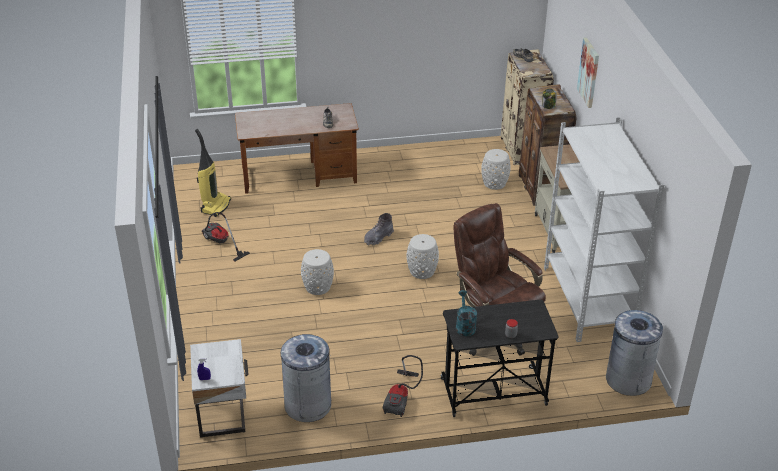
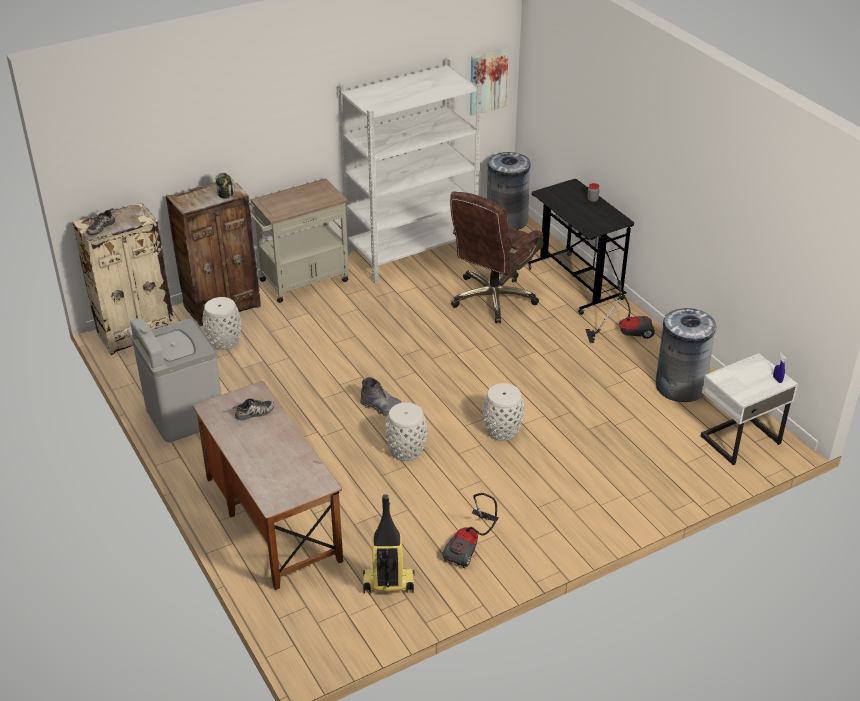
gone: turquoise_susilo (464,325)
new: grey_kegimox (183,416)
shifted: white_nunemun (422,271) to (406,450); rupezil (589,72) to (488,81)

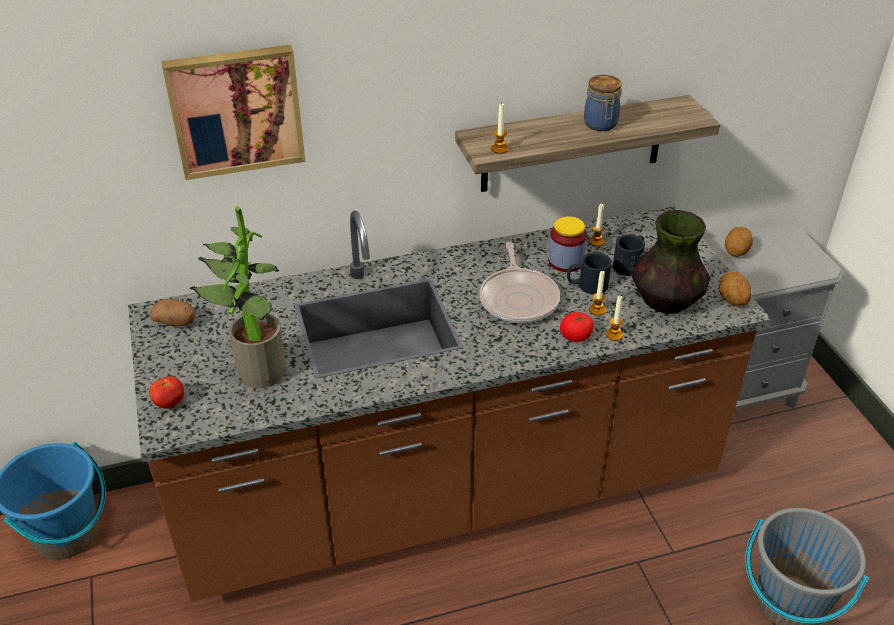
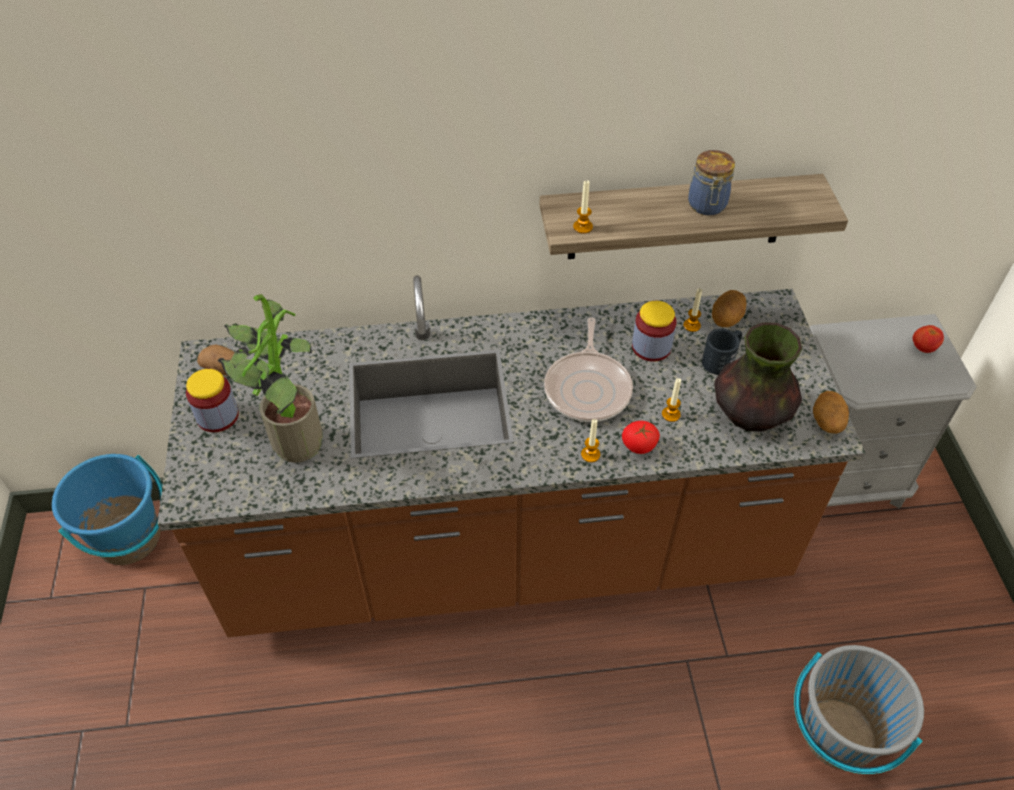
gone: rupezil (235,110); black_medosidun (586,286)
new: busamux (217,416)
shifted: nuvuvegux (169,403) to (923,348); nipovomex (614,335) to (590,454); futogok (736,252) to (726,319)

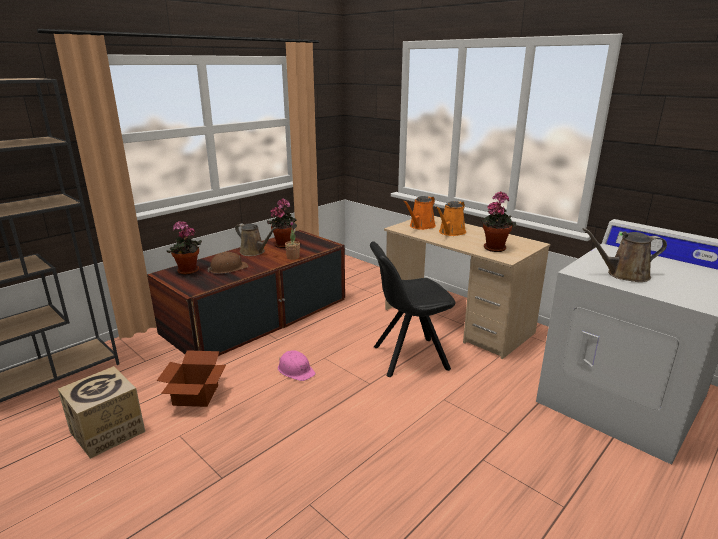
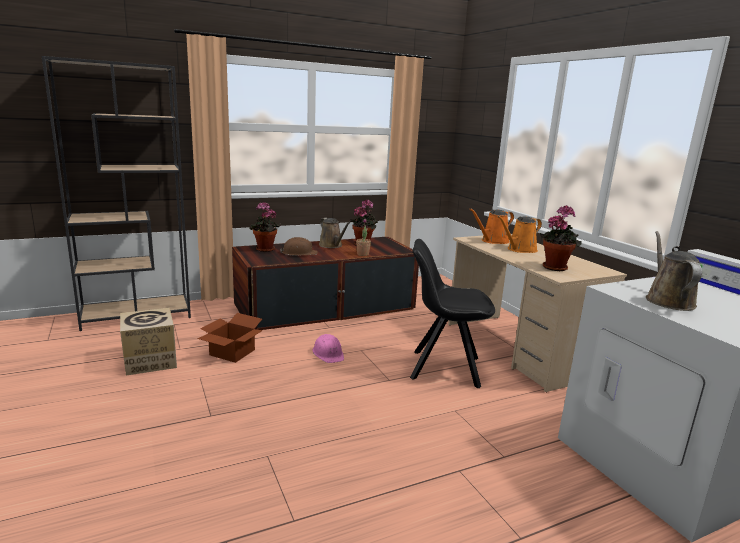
rotated: brown_susilo (624,275) = (667,300) 75 degrees clockwise

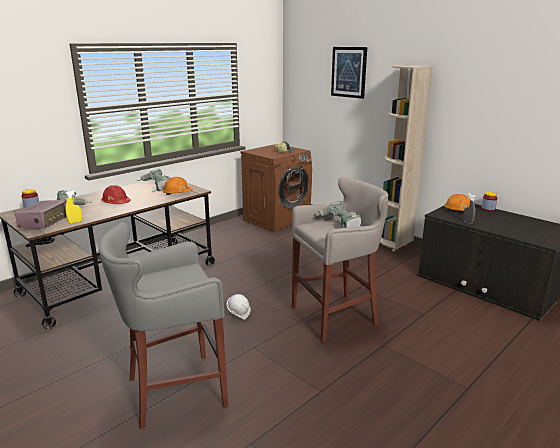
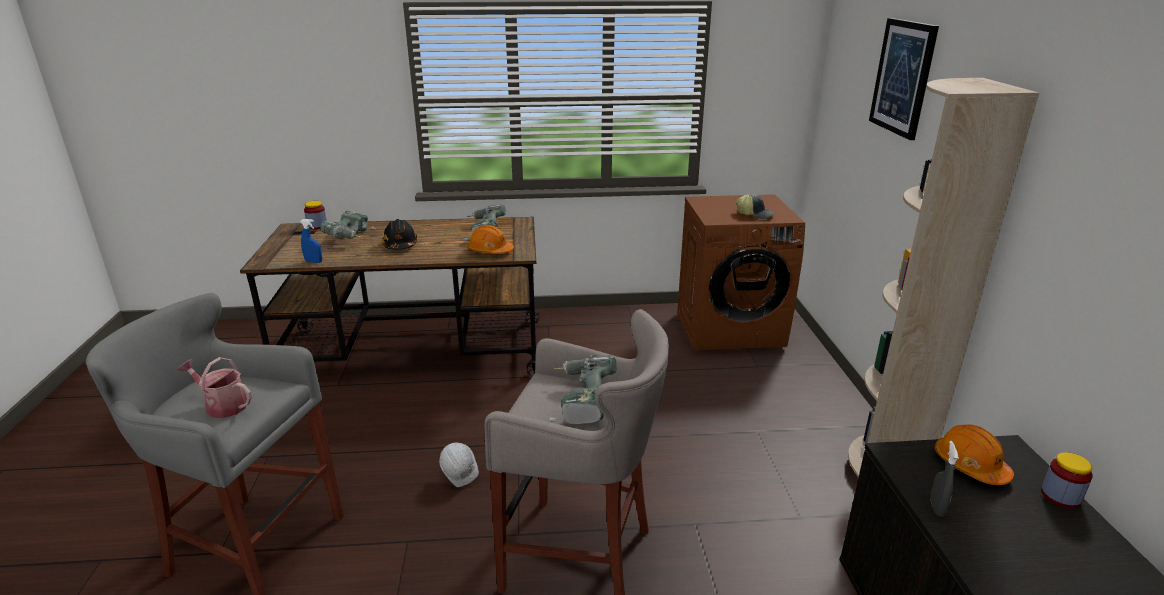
gone: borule (44,223)
new: susilo (222,405)
repainted: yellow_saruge (75,222) to blue_saruge (313,262); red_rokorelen (116,203) to black_rokorelen (400,245)

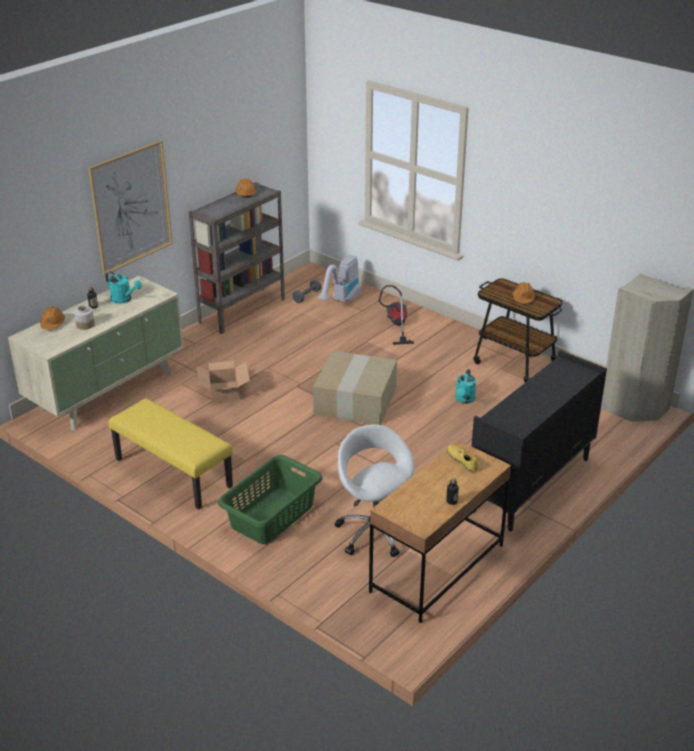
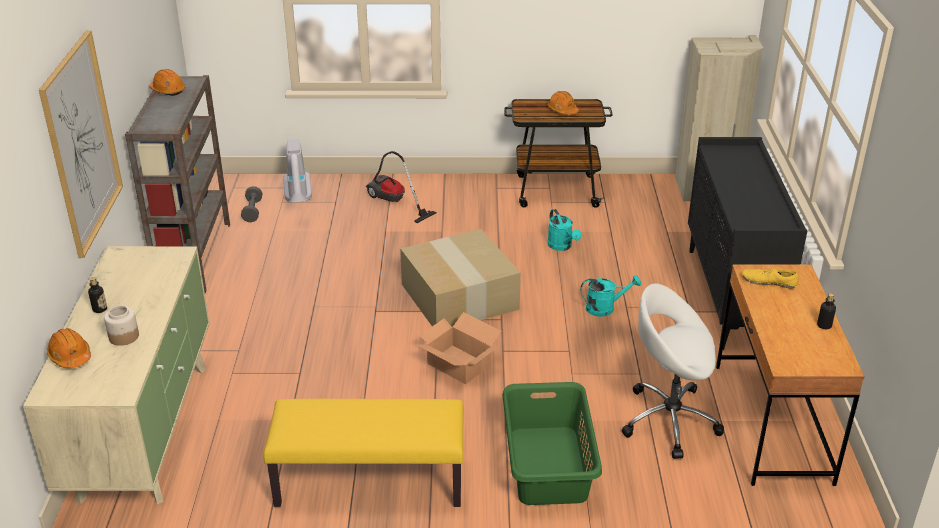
shifted: turquoise_susilo (124,299) to (605,308); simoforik (223,392) to (459,365)

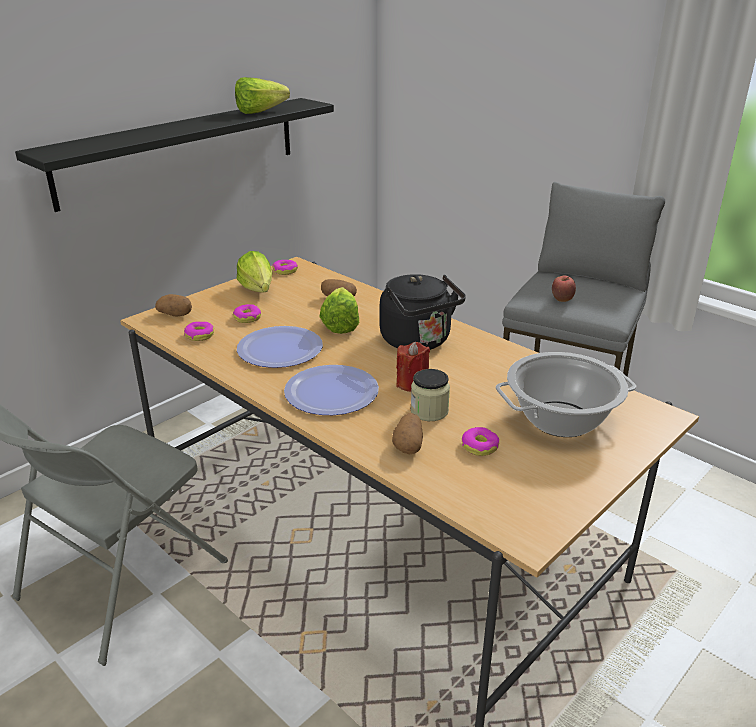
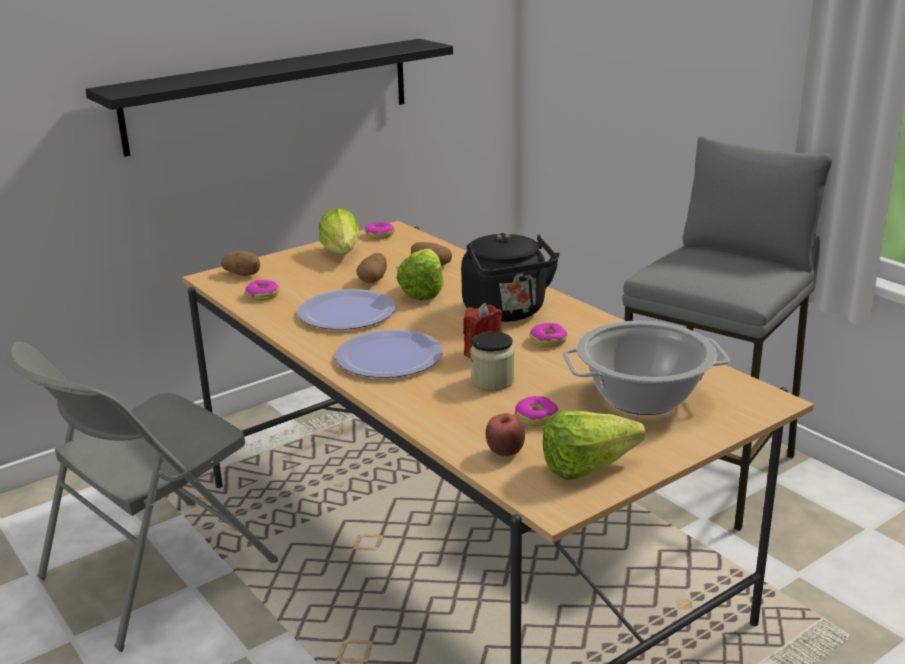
shifted: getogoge (247,318) to (548,341); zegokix (265,112) to (595,467); futogok (408,445) to (373,280); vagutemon (562,300) to (505,453)

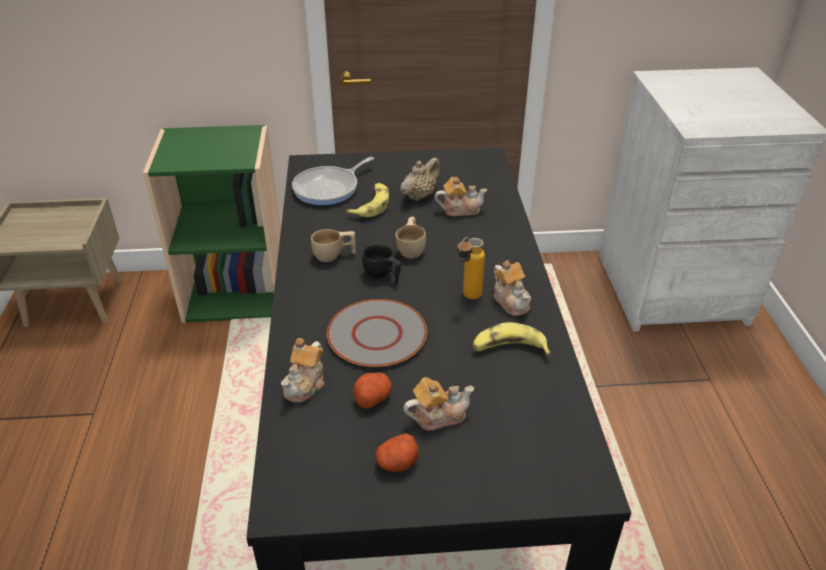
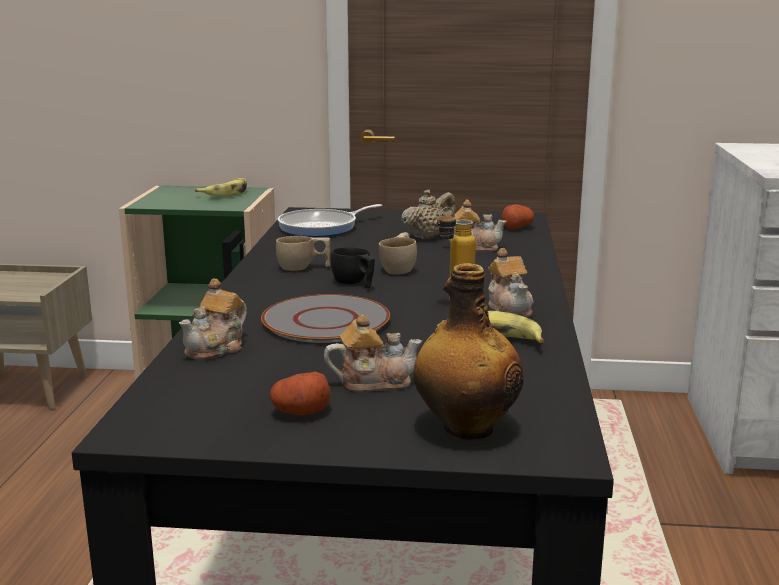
new: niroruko (466,428)
shifted: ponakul (371,205) to (226,193); futogok (372,397) to (517,227)

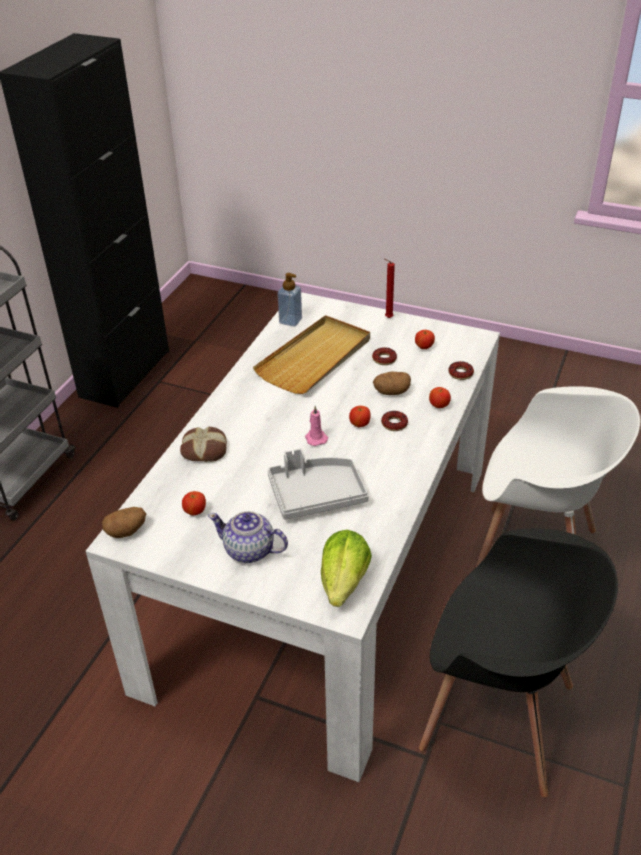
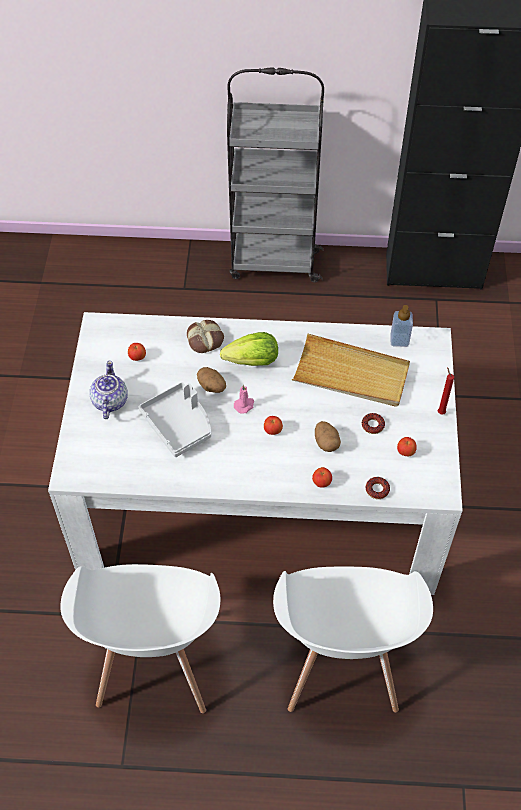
gone: getogoge (394,424)
shifted: futogok (126,531) to (212,386); zegokix (344,582) to (253,361)
repainted: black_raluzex (499,719) to white_raluzex (156,661)

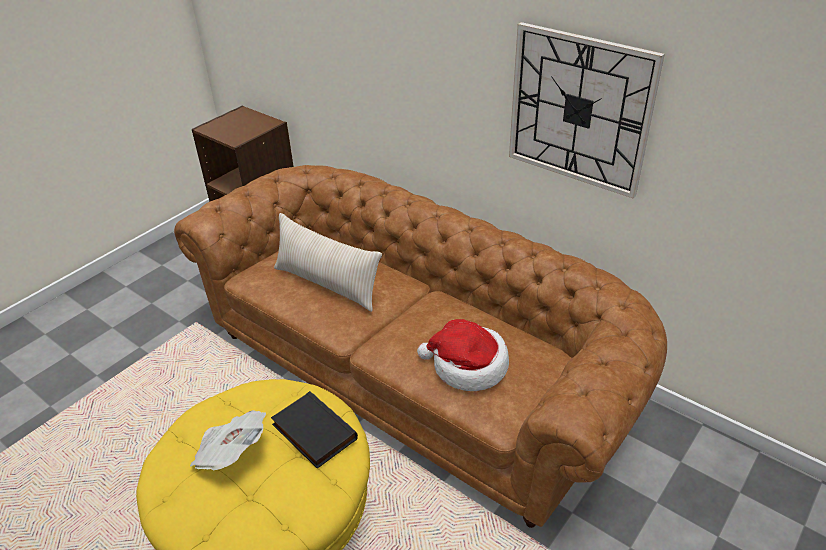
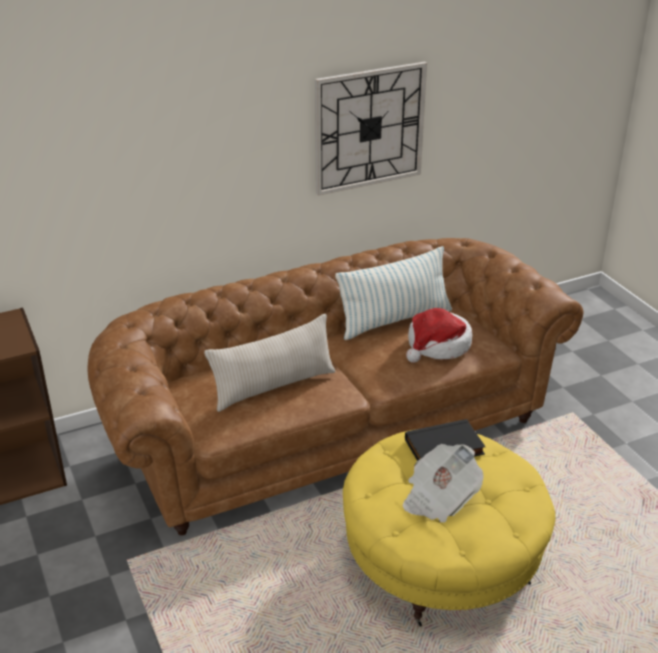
new: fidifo (394,320)

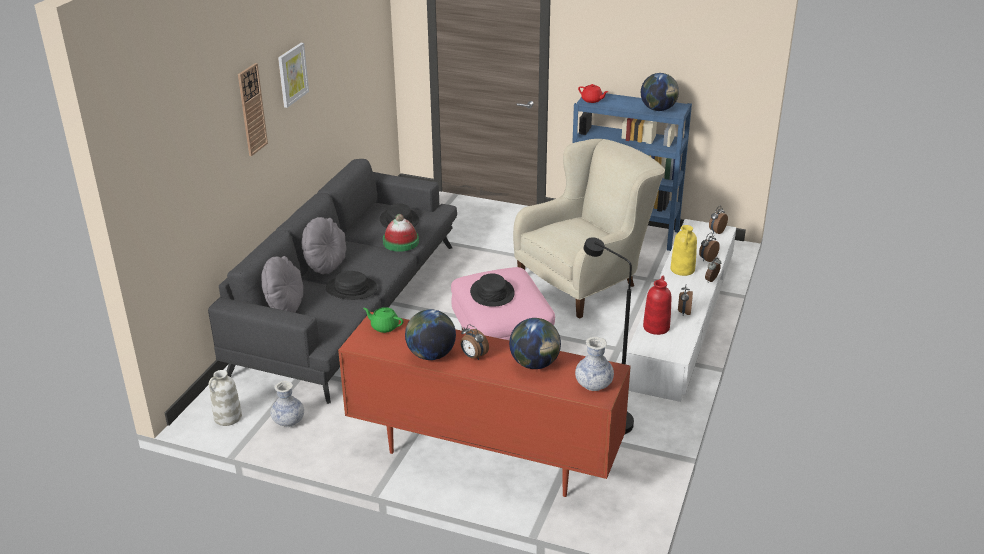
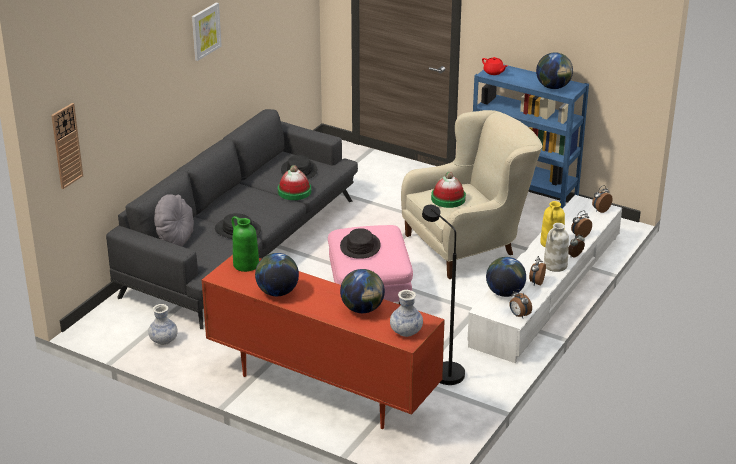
gone: grey_fidifo (326,267)
new: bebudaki (448,199)
shifted: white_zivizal (227,417) to (555,265); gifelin (252,109) to (66,146); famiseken (473,356) to (519,315)
swapped: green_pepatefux (384,327) to green_zivizal (245,264); red_zivizal (656,327) to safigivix (504,293)

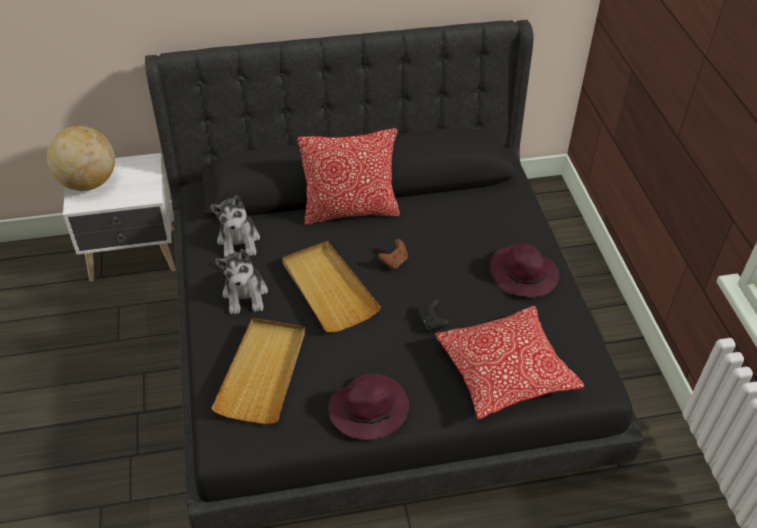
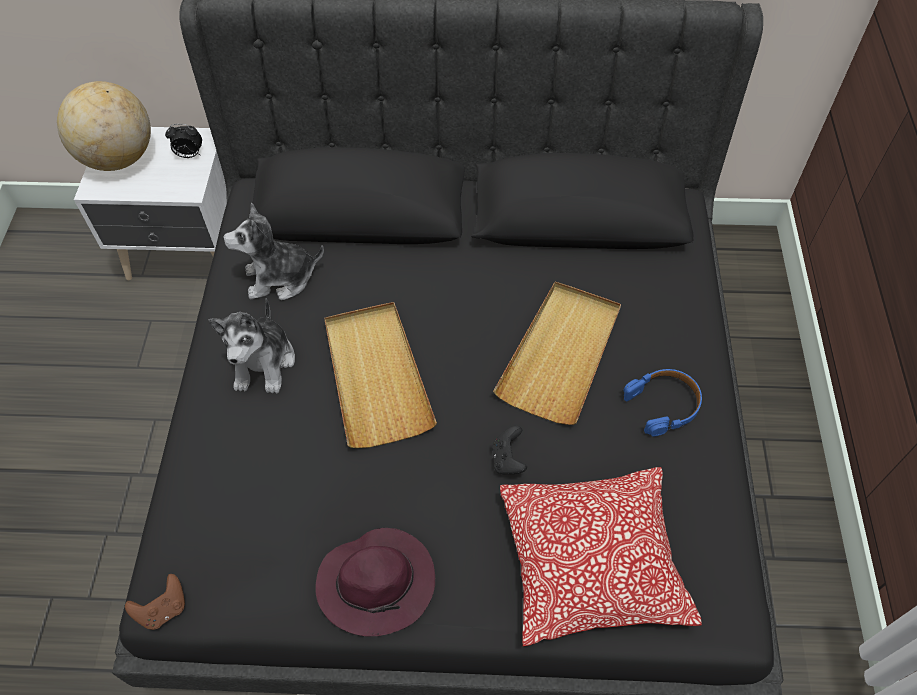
gone: fidifo (350,211)
new: famiseken (189,155)
shifted: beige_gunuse (263,372) to (561,354); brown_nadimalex (394,262) to (163,609)
swapped: purple_bebudaki (524,275) to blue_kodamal (663,404)
rotated: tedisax (239,241) = (280,278) 75 degrees clockwise

